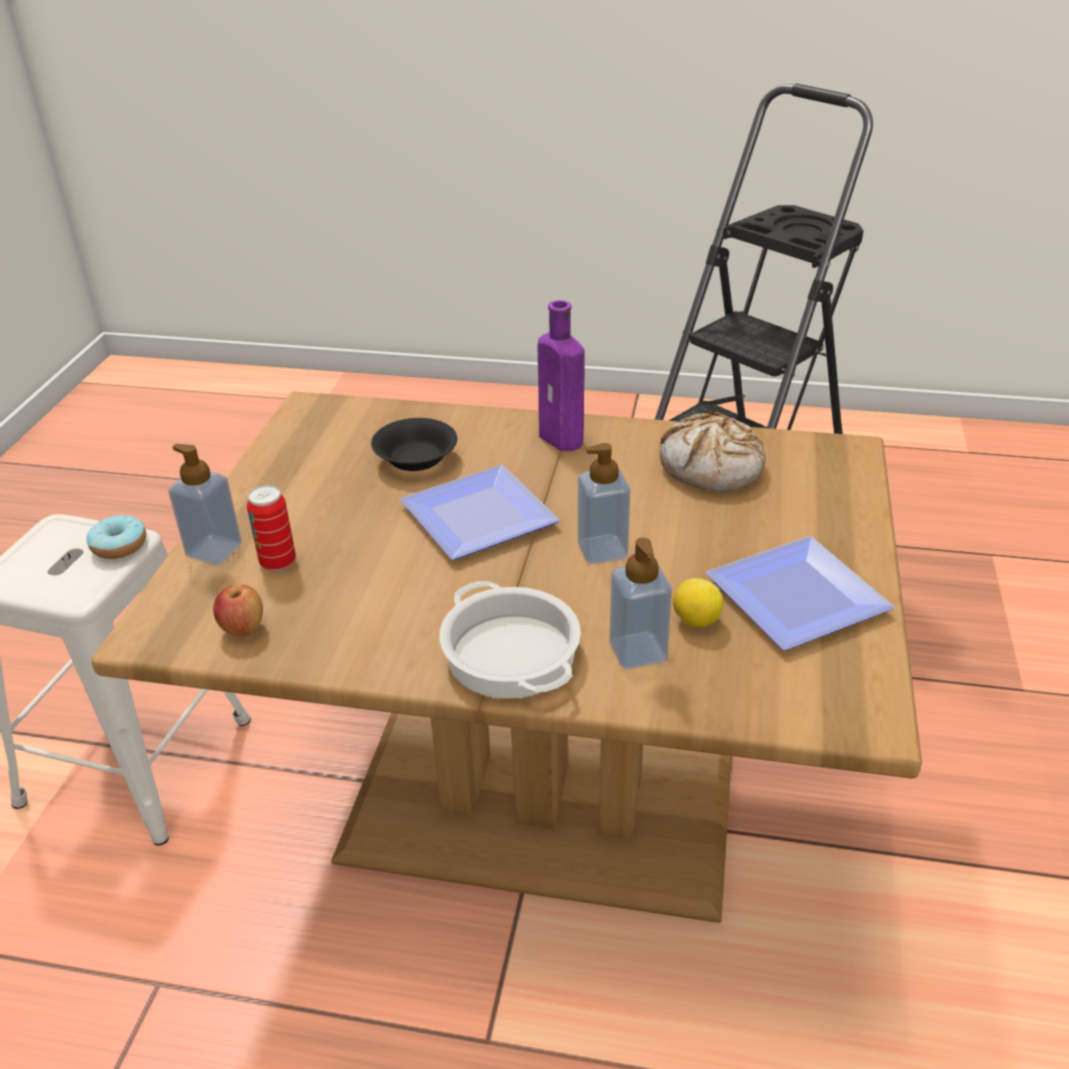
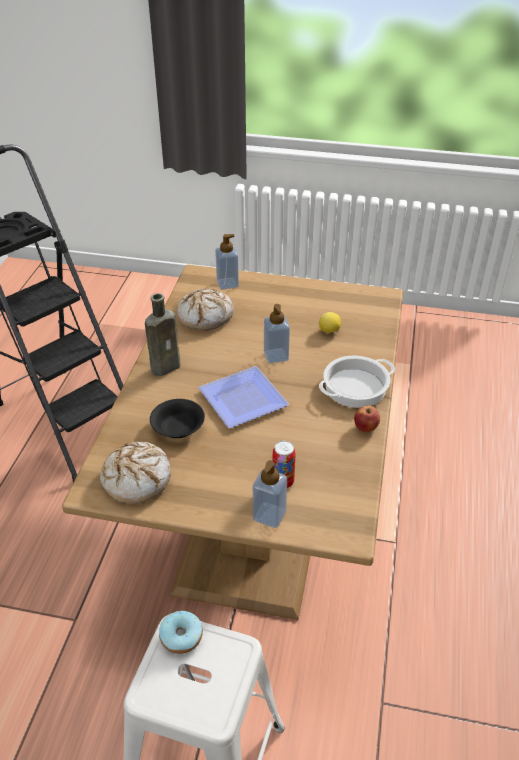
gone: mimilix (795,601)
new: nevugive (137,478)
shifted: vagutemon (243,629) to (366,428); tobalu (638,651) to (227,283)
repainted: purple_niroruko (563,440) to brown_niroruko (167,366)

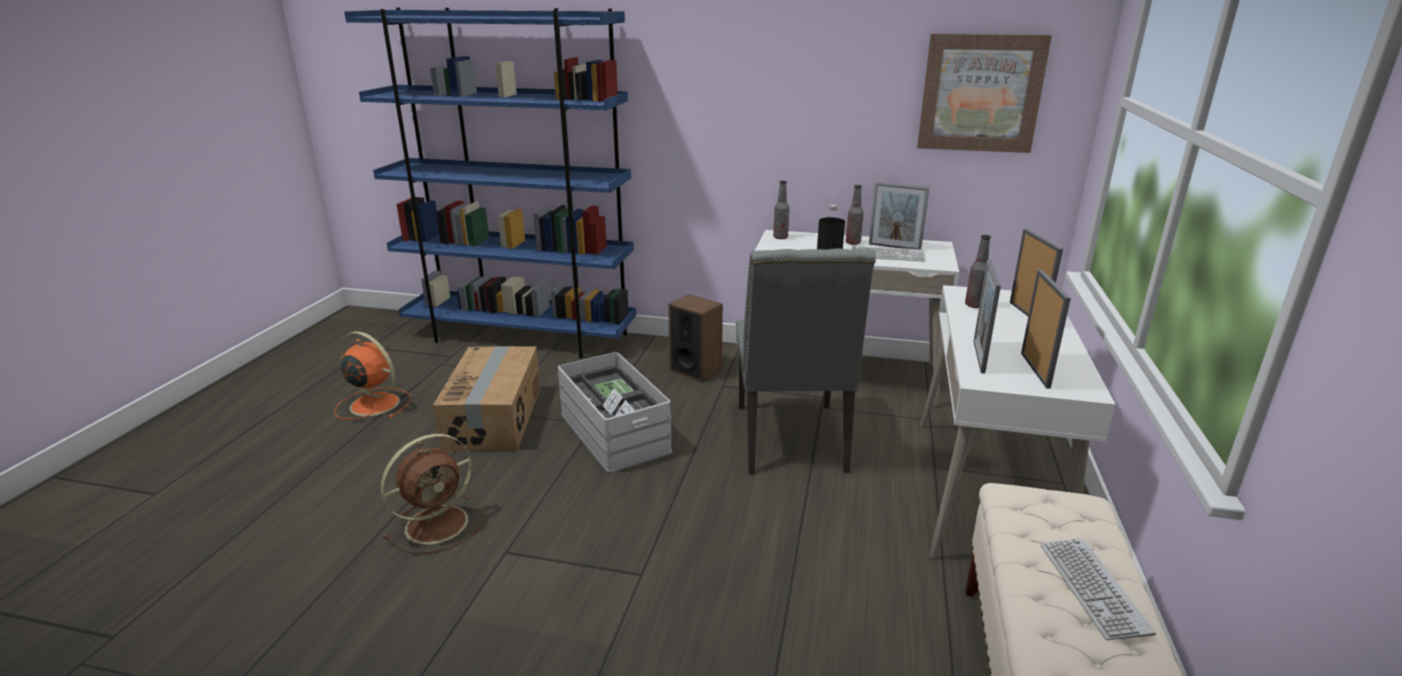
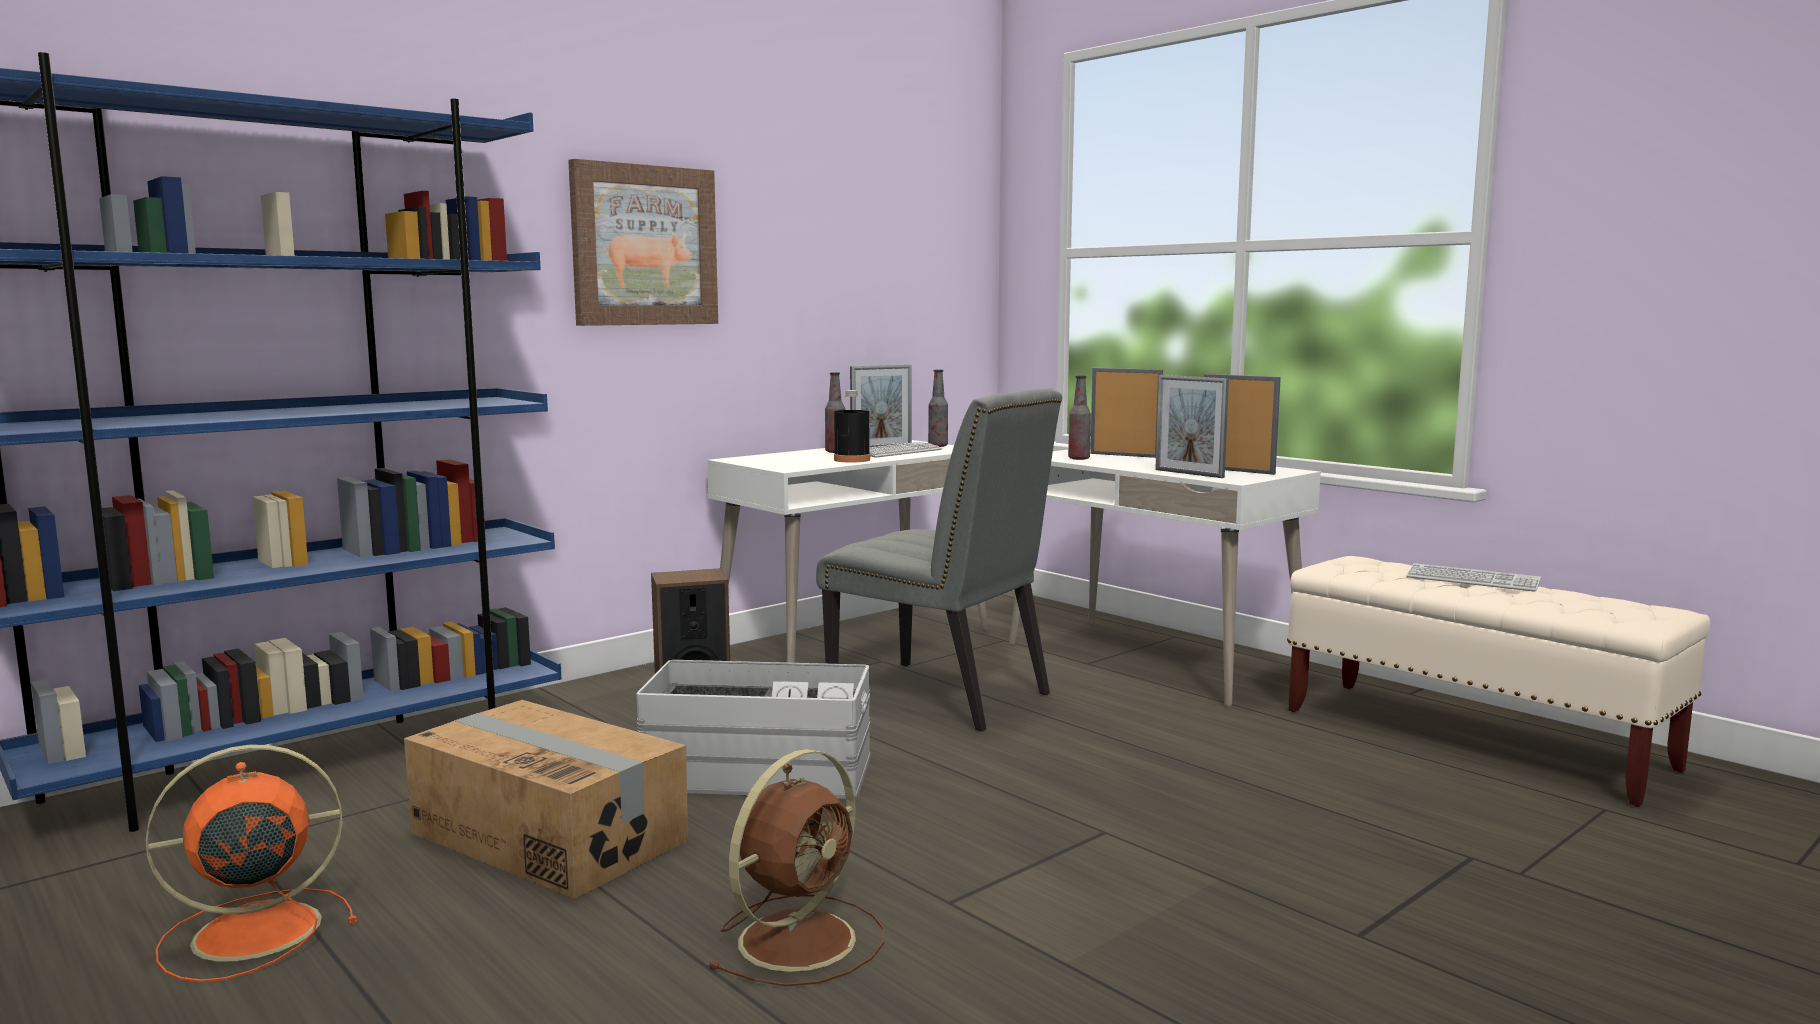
shifted: niroruko (780,237) to (938,446); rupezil (980,93) to (644,246)
rotated: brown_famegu (439,523) = (801,938) 45 degrees clockwise

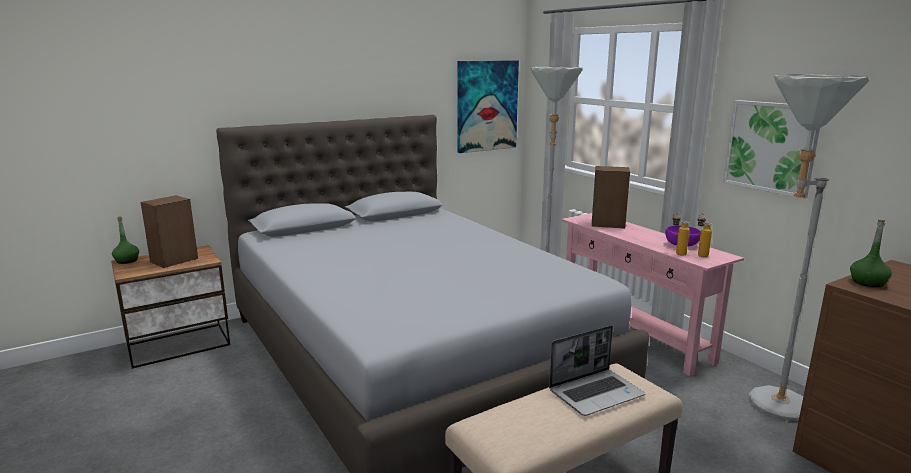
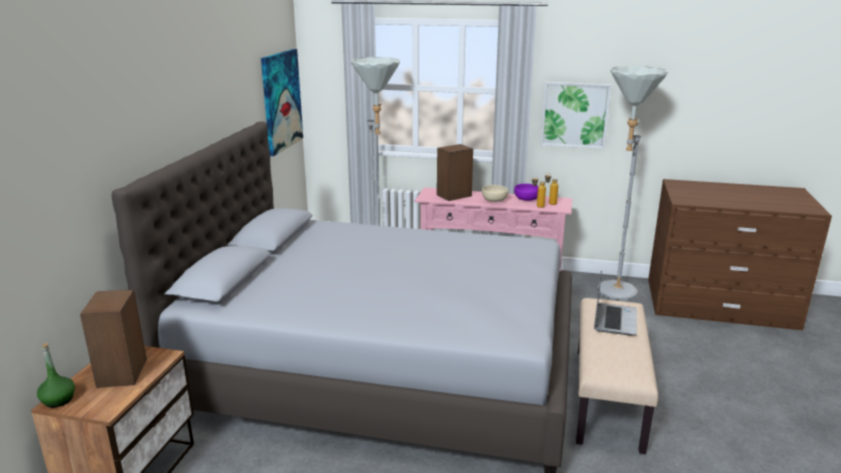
gone: green_niroruko (867,282)
new: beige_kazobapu (494,200)

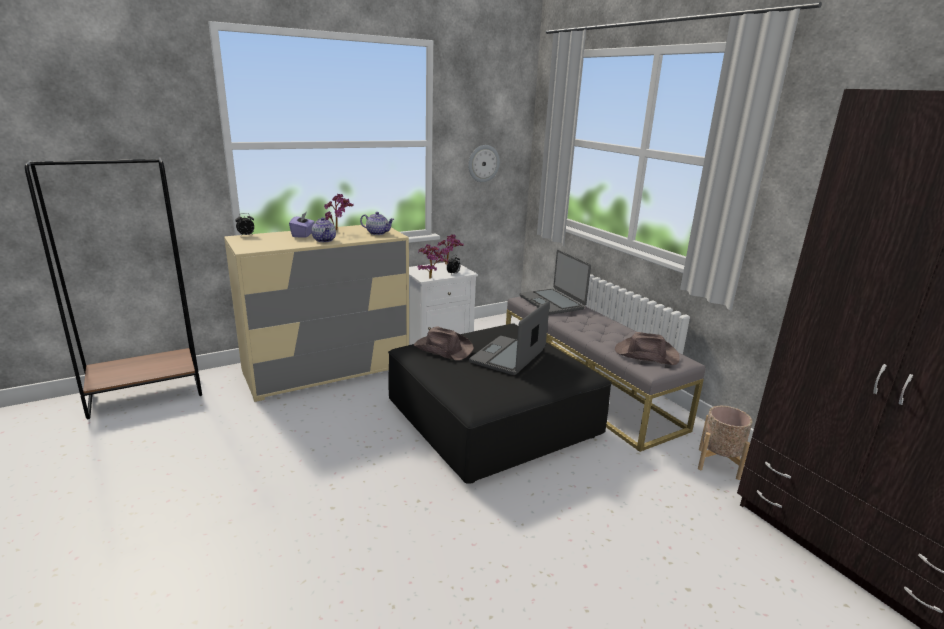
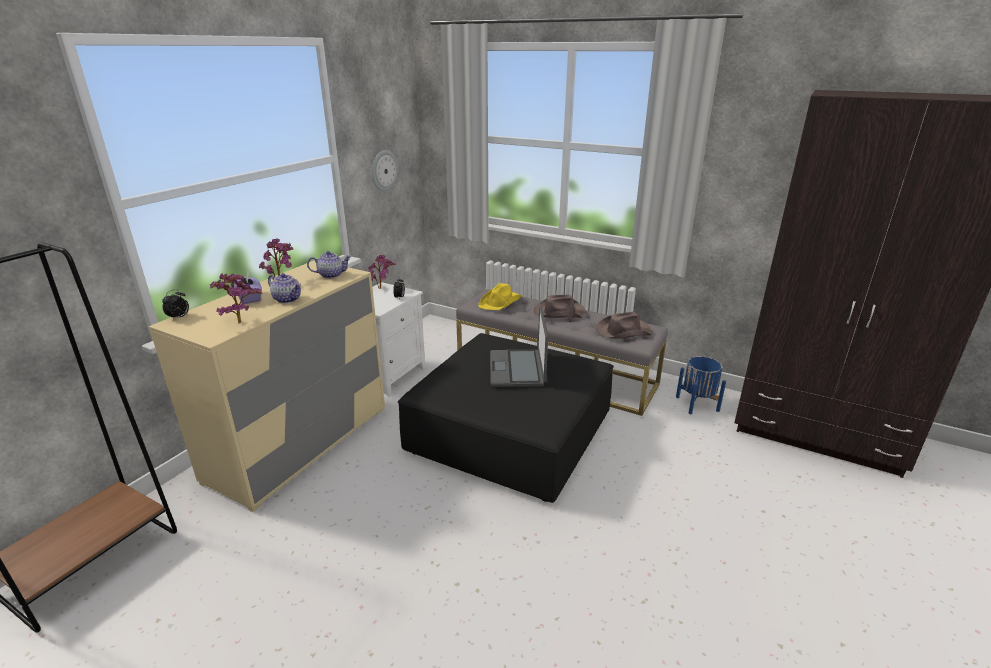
shifted: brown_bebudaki (443,348) to (559,312); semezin (430,277) to (239,321)
swapped: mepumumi (552,302) to yellow_bebudaki (501,302)
repainted: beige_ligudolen (718,463) to blue_ligudolen (697,403)

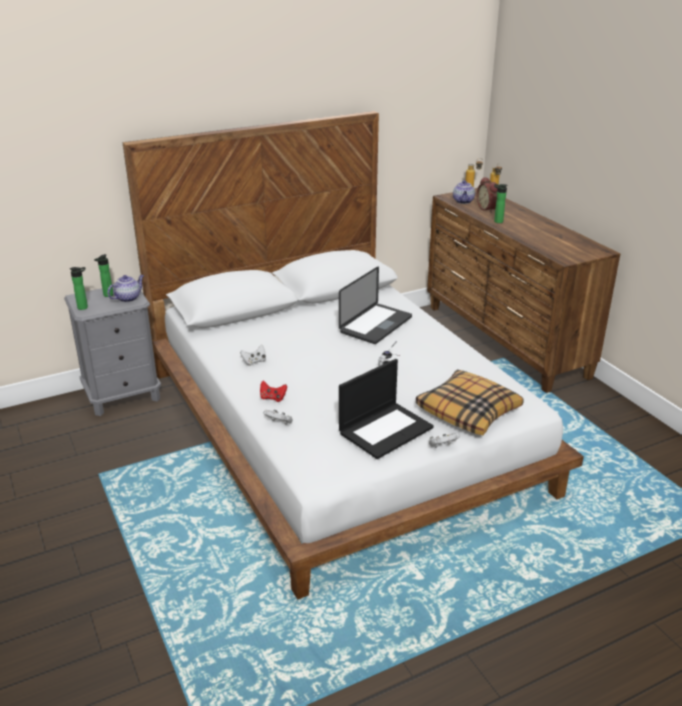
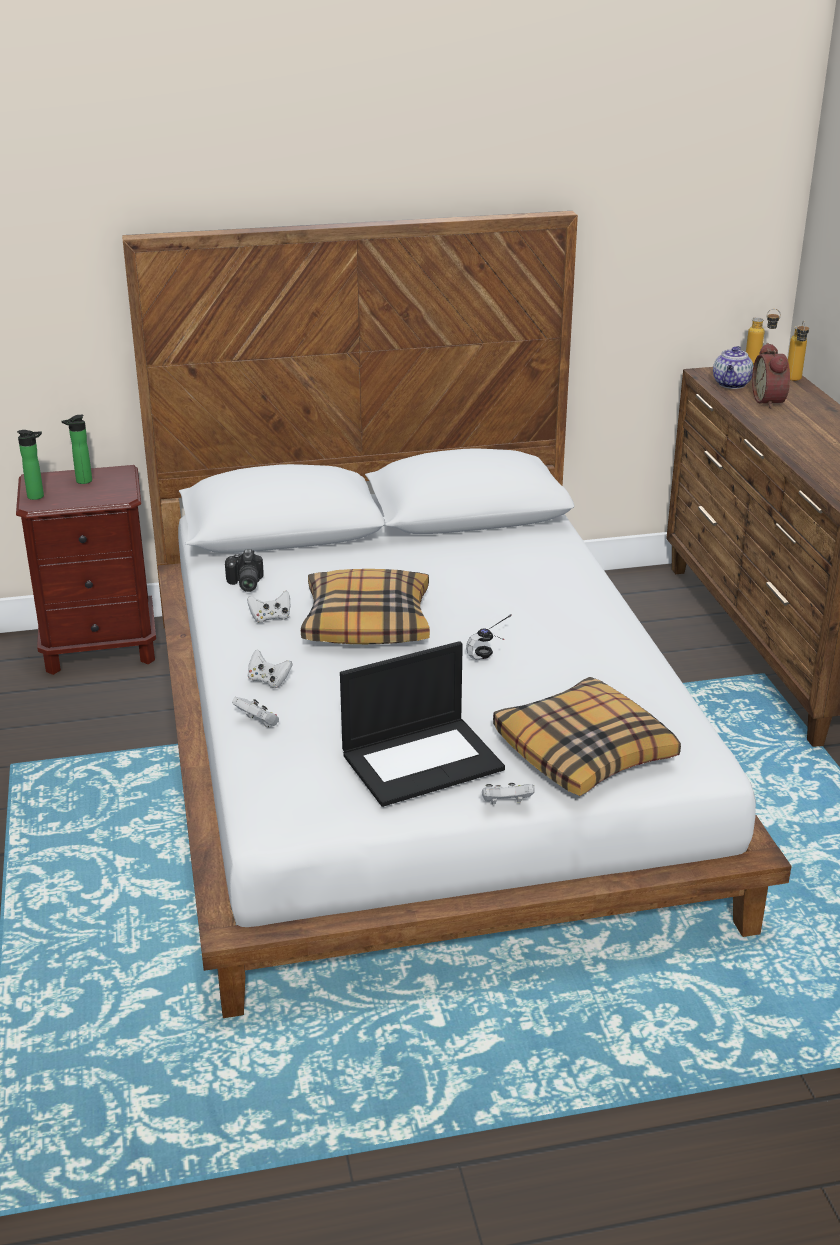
gone: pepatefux (128,298); mepumumi (376,325); niroruko (497,221)
new: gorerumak (244,583); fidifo (367,622)
repainted: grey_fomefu (123,396) to brown_fomefu (100,648); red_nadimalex (272,398) to white_nadimalex (268,681)

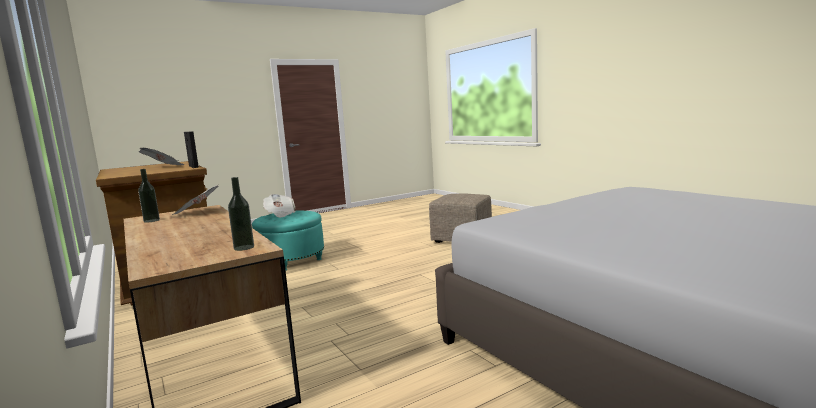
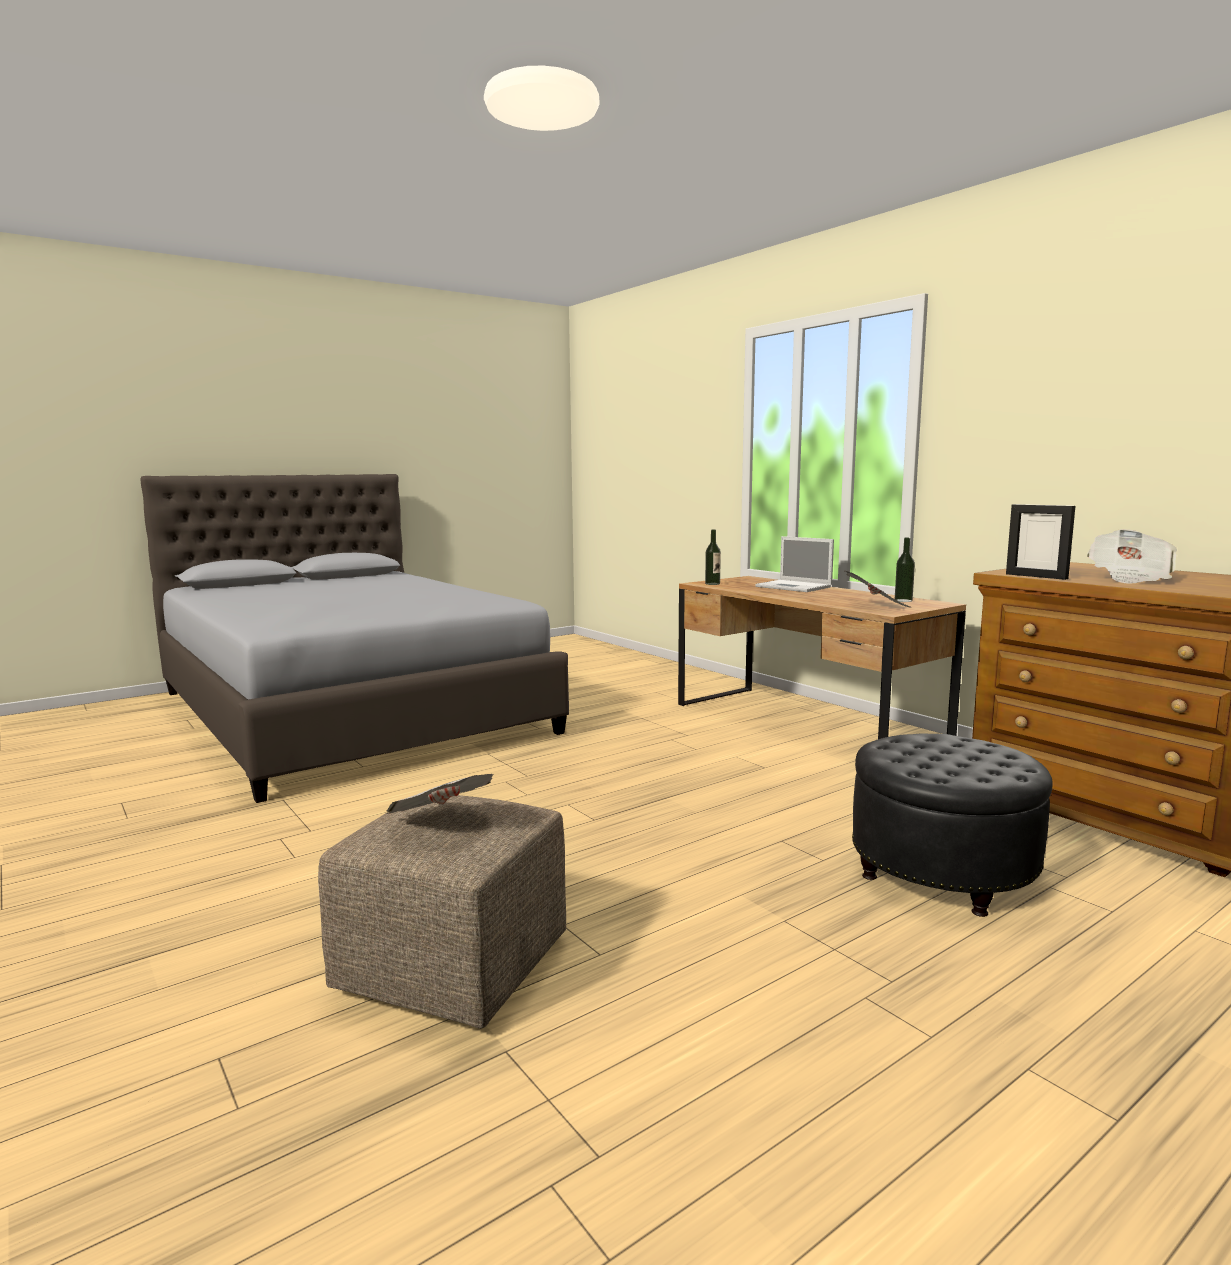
new: mepumumi (795,587)
shifted: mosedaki (280,214) to (440,822)
repainted: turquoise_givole (291,261) to black_givole (942,874)

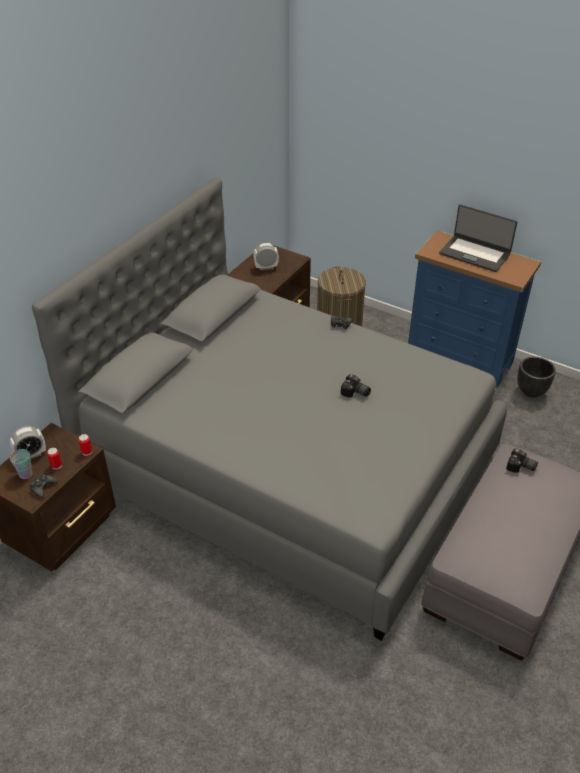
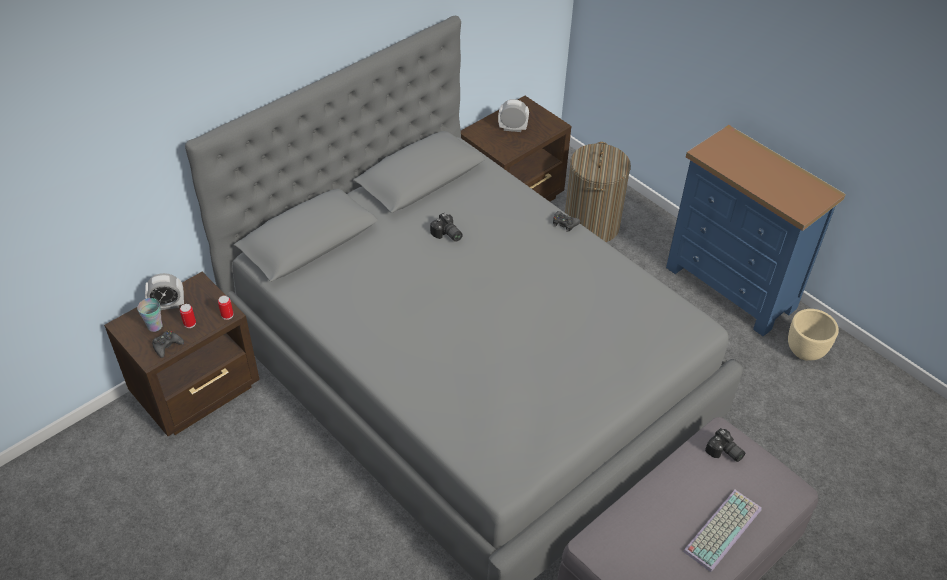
gone: mepumumi (475,253)
new: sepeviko (721,528)
shifted: gorerumak (355,393) to (447,235)
repainted: black_ligudolen (531,391) to beige_ligudolen (804,351)

